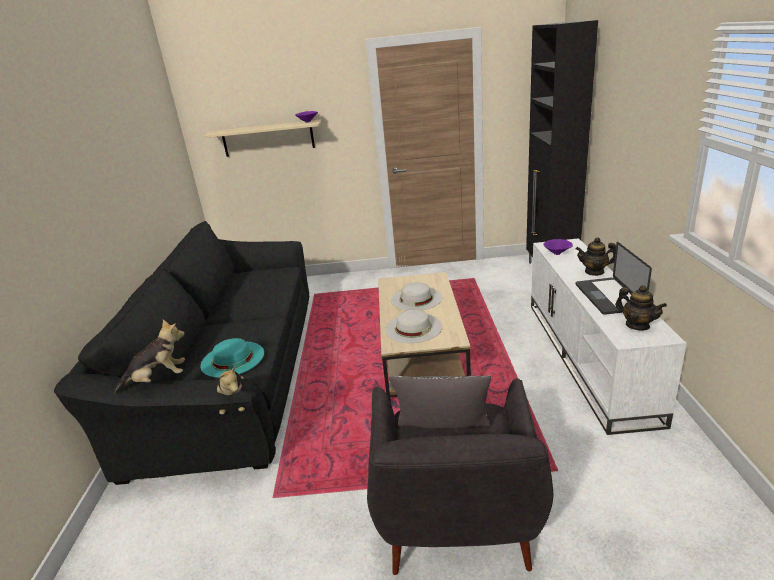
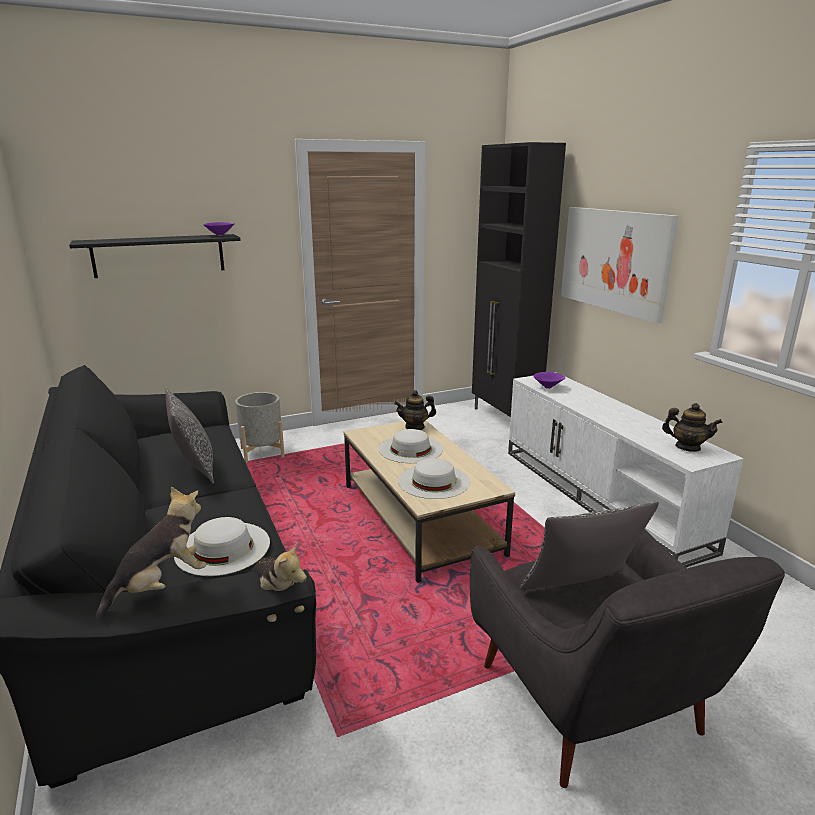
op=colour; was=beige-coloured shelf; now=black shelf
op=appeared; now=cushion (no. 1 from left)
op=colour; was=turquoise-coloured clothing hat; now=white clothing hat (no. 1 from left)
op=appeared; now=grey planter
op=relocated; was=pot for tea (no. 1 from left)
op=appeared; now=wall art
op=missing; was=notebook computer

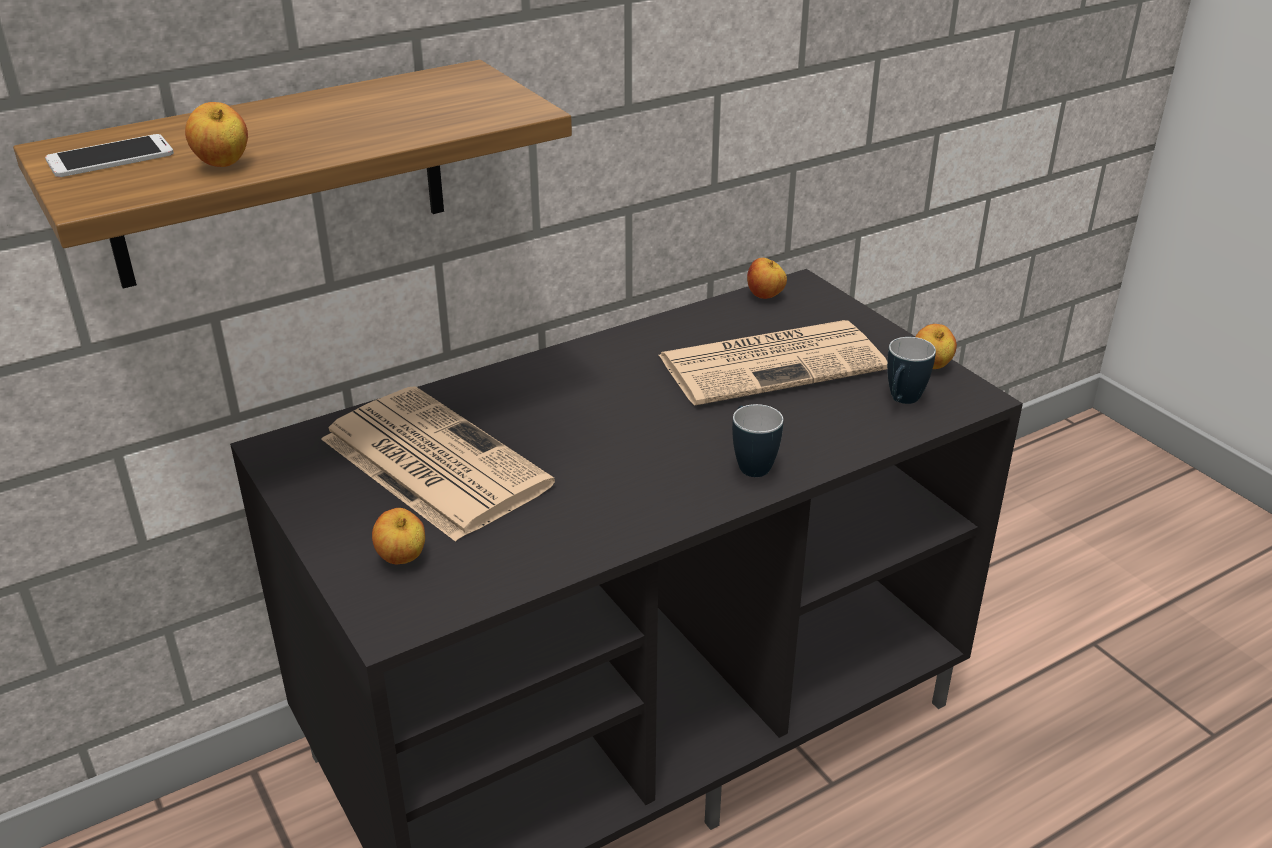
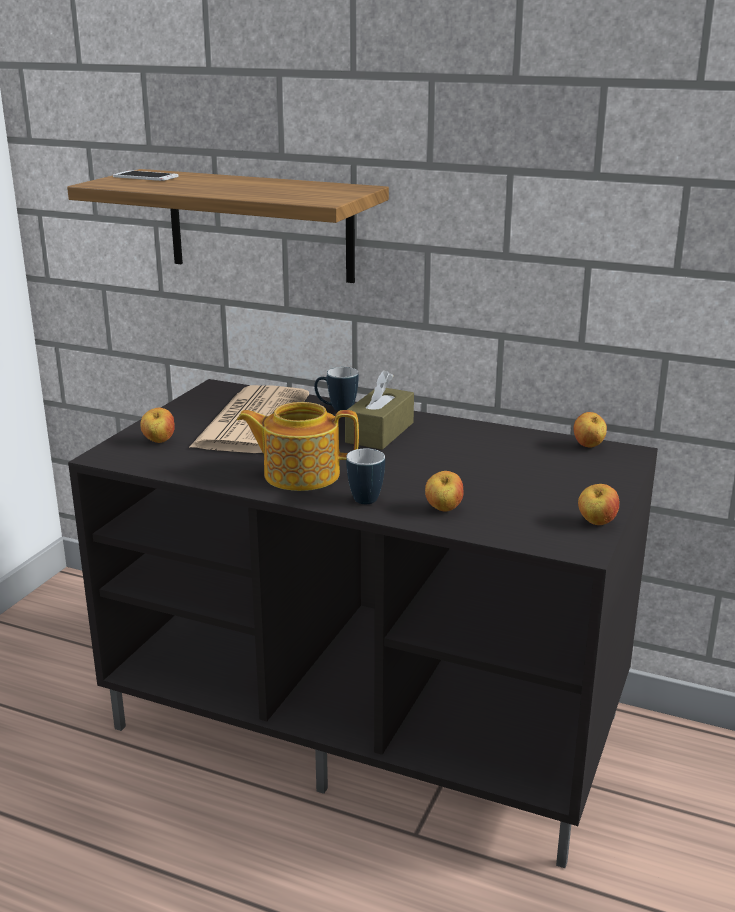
op=appeared; now=pot for tea
op=relocated; was=mug (no. 2 from left in the first image); now=mug (no. 1 from left)
op=appeared; now=brown-coloured tissue box
op=relocated; was=apple fruit (no. 1 from left in the first image); now=apple fruit (no. 2 from left)
op=missing; was=printed paper (no. 2 from left)

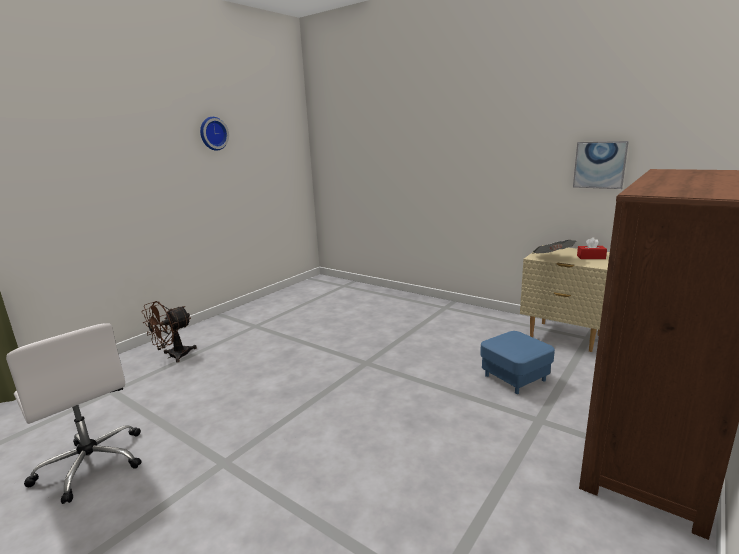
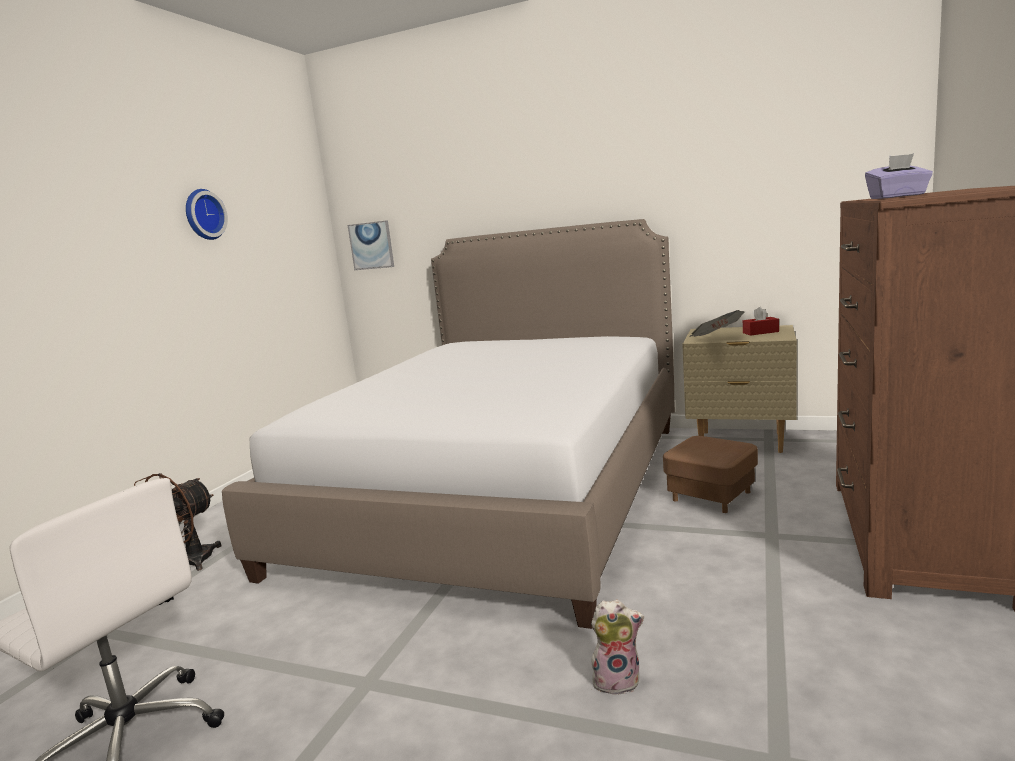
op=appeared; now=bedroom bed
op=relocated; was=wall art
op=appeared; now=soft toy
op=colour; was=blue footrest; now=brown-coloured footrest
op=appeared; now=purple tissue box

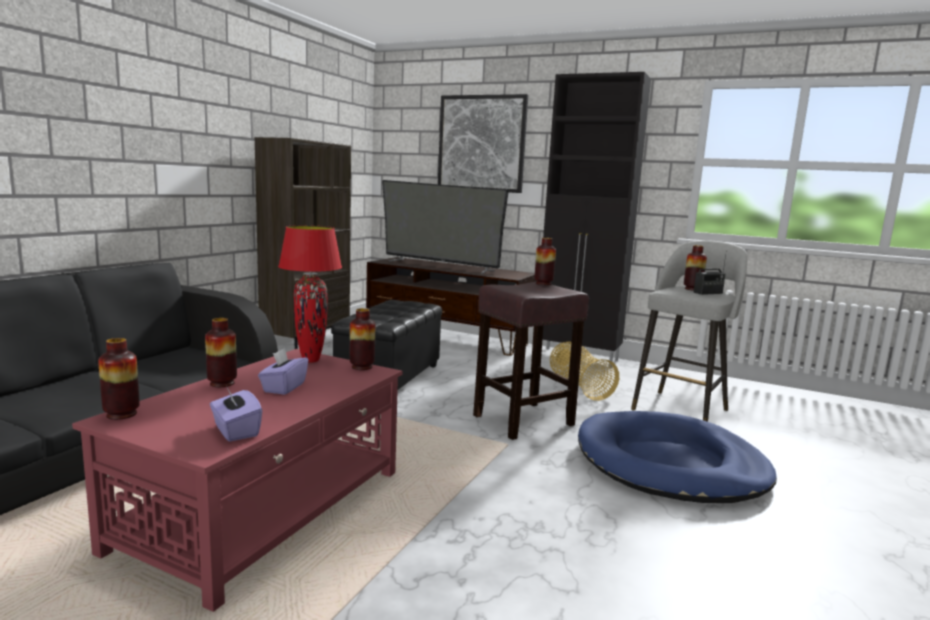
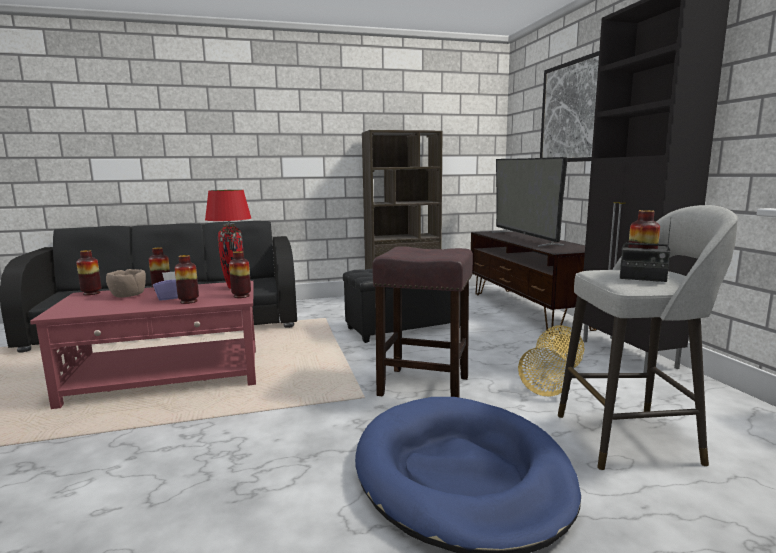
op=appeared; now=brown-coloured bowl
op=relocated; was=decorative vase (no. 4 from left in the first image); now=decorative vase (no. 3 from left)
op=missing; was=purple tissue box (no. 1 from left)

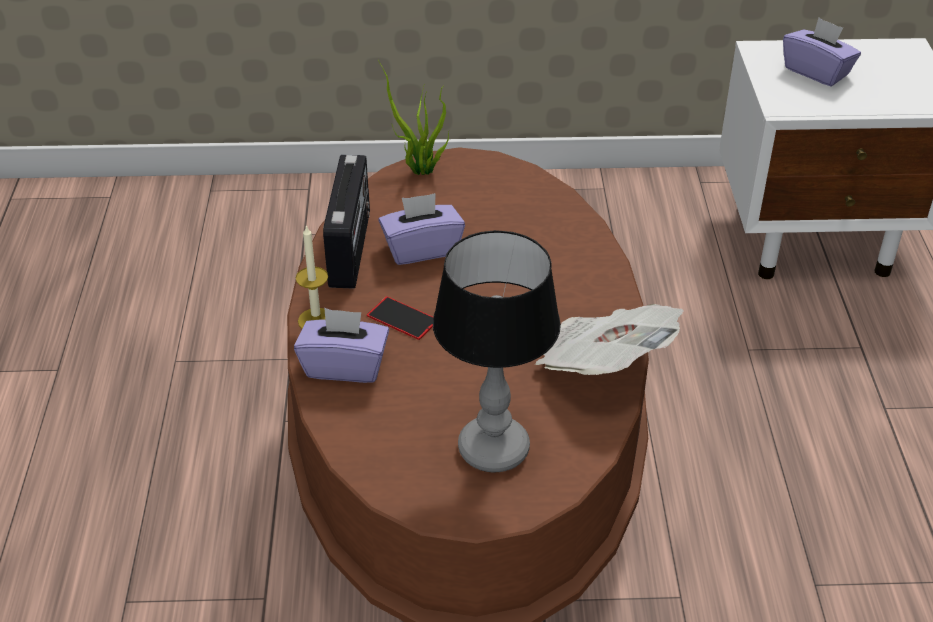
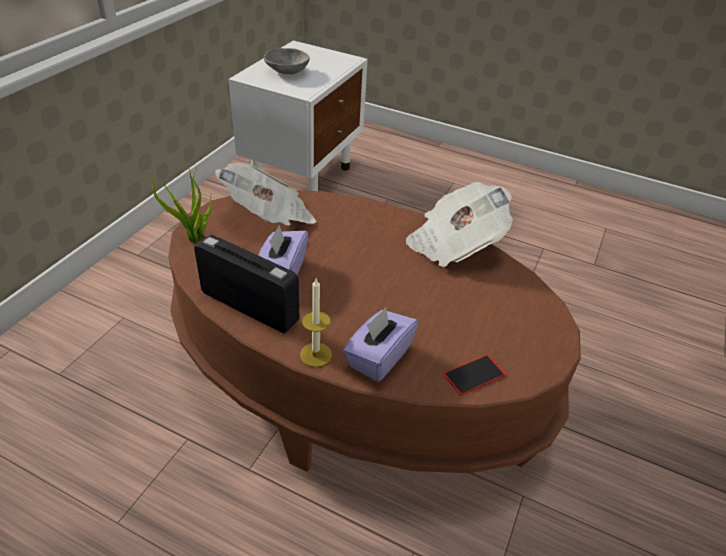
op=appeared; now=printed paper (no. 1 from left)
op=exchanged; was=purple tissue box (no. 3 from left); now=grey bowl
op=relocated; was=handset
op=missing; was=tabletop lamp

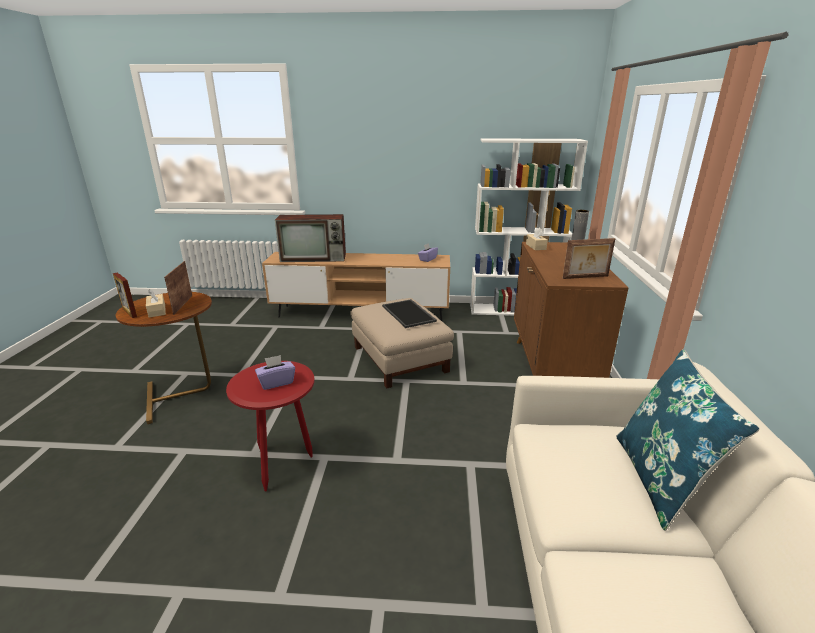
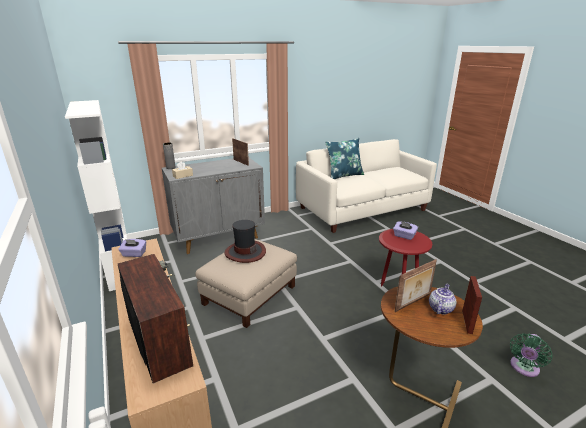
op=colour; was=brown-coloured cabinet; now=grey cabinet
op=exchanged; was=serving tray; now=clothing hat
op=exchanged; was=beige-coloured tissue box (no. 1 from left); now=pot for tea
op=appeared; now=greenish cooling fan

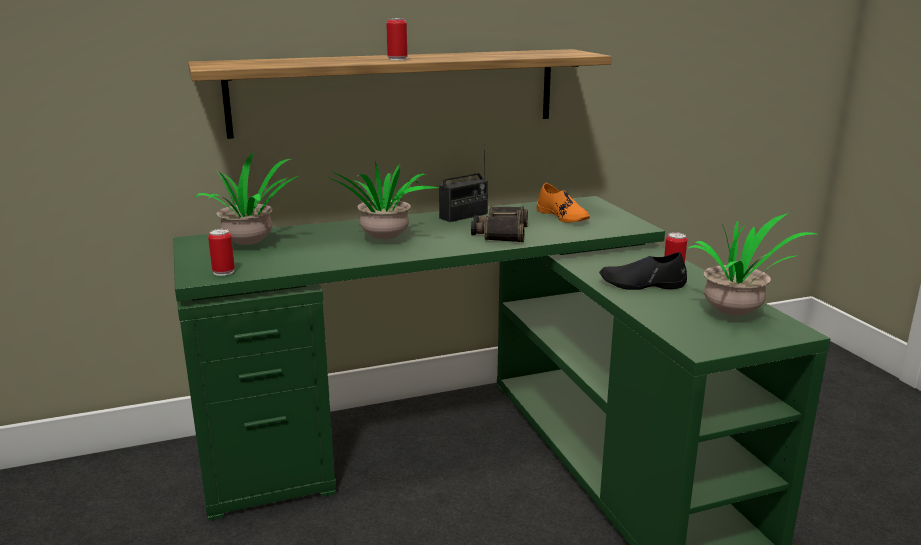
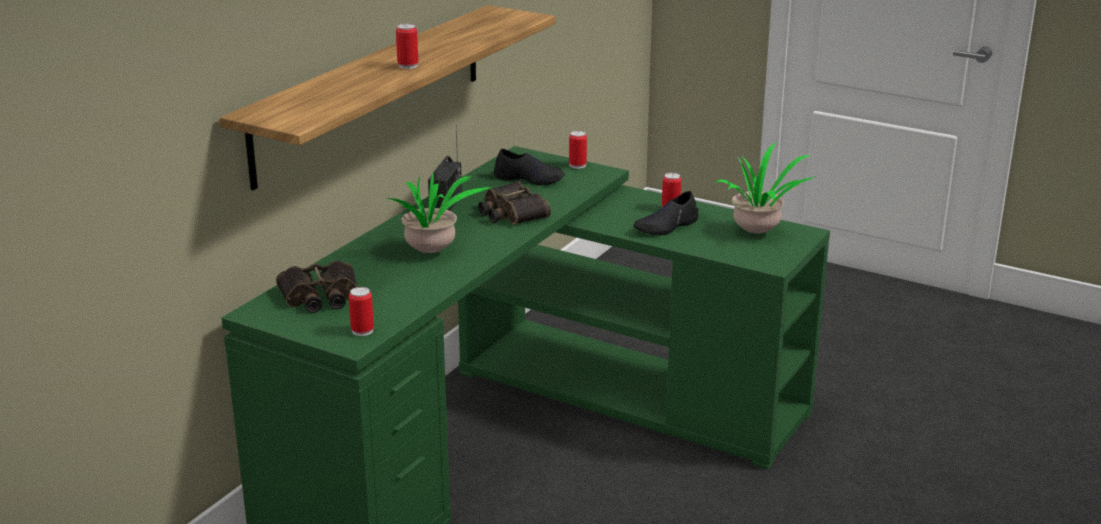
op=exchanged; was=houseplant (no. 1 from left); now=field glasses (no. 1 from left)
op=colour; was=orange shoe; now=black shoe (no. 1 from left)
op=appeared; now=can (no. 3 from left)

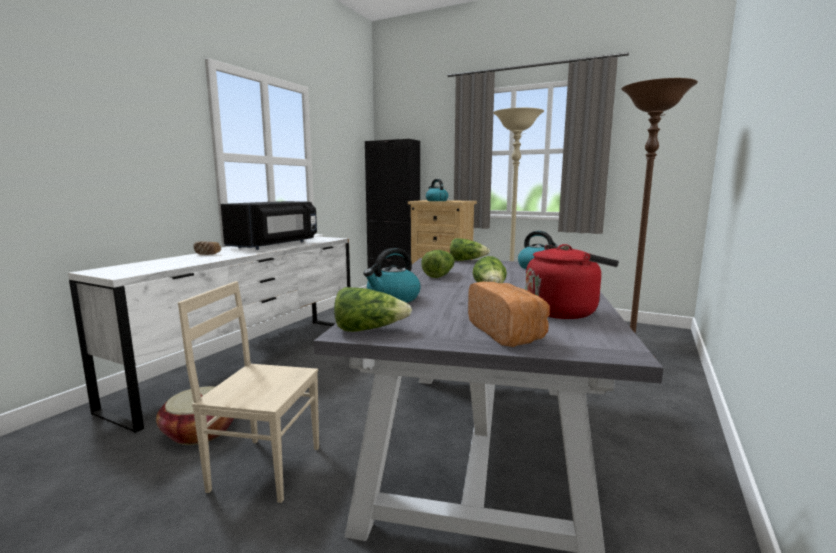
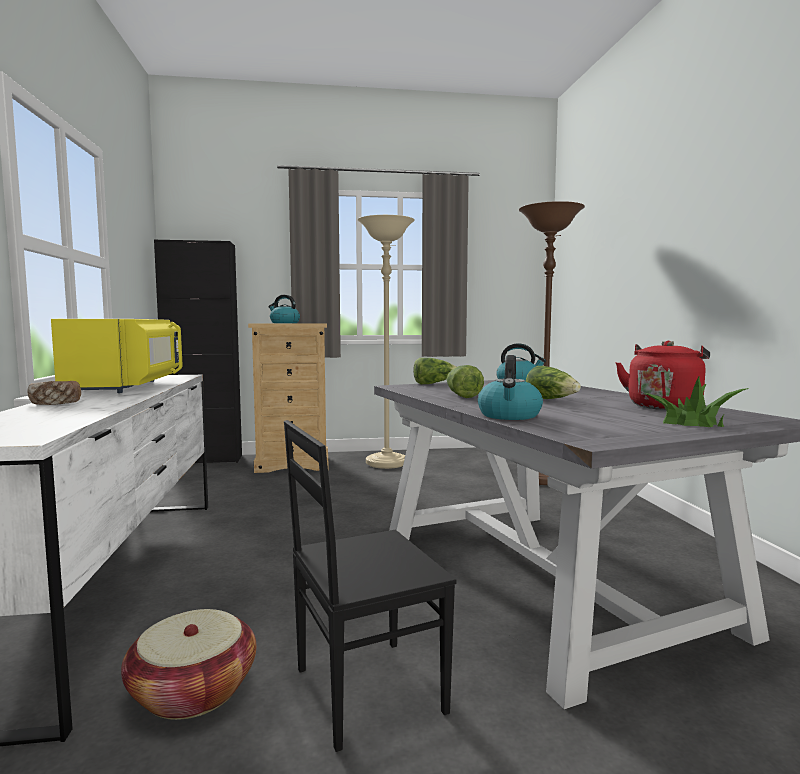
op=colour; was=black microwave; now=yellow microwave
op=colour; was=beige-coloured upright chair; now=black upright chair
op=exchanged; was=baked bread (no. 2 from left); now=houseplant
op=missing; was=lettuce head (no. 1 from left)

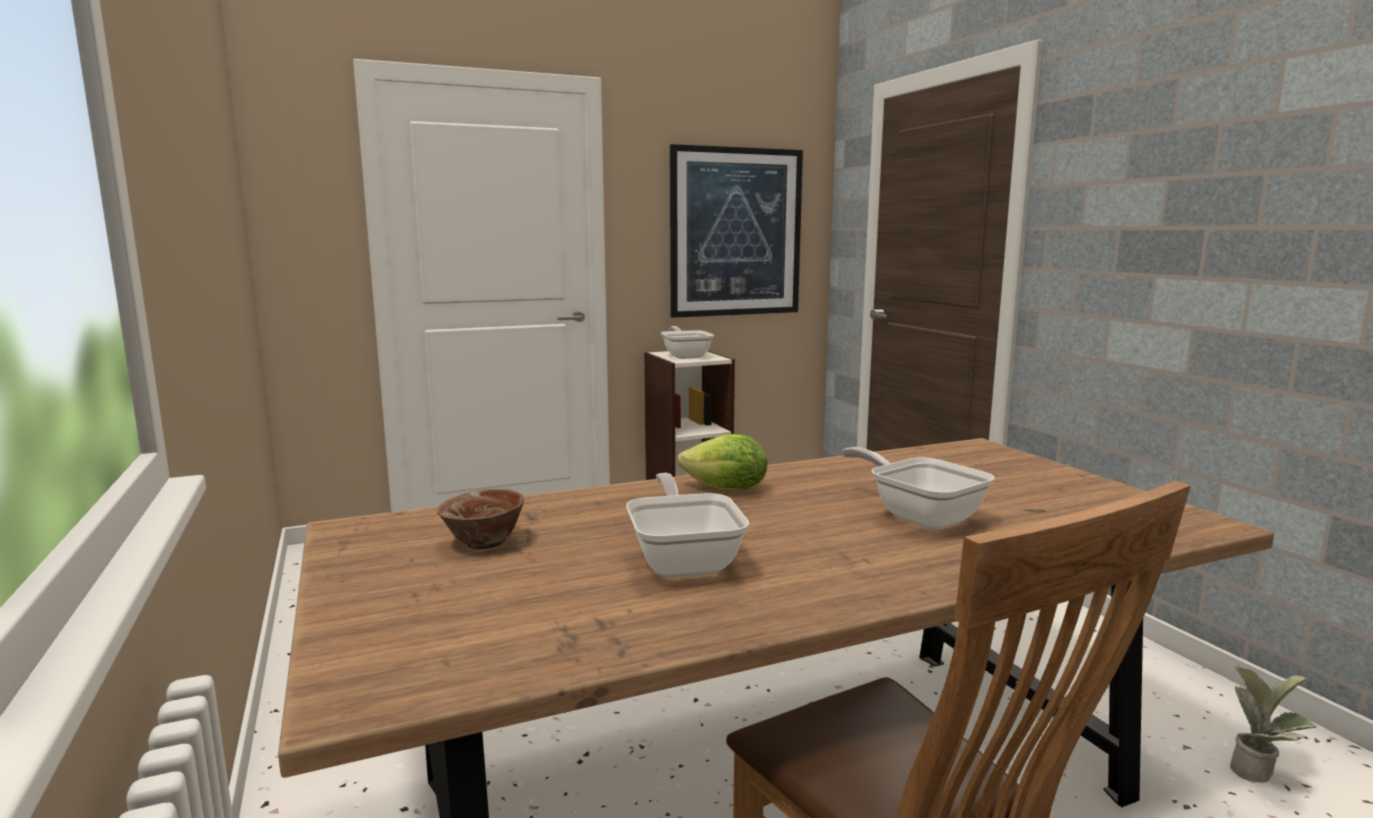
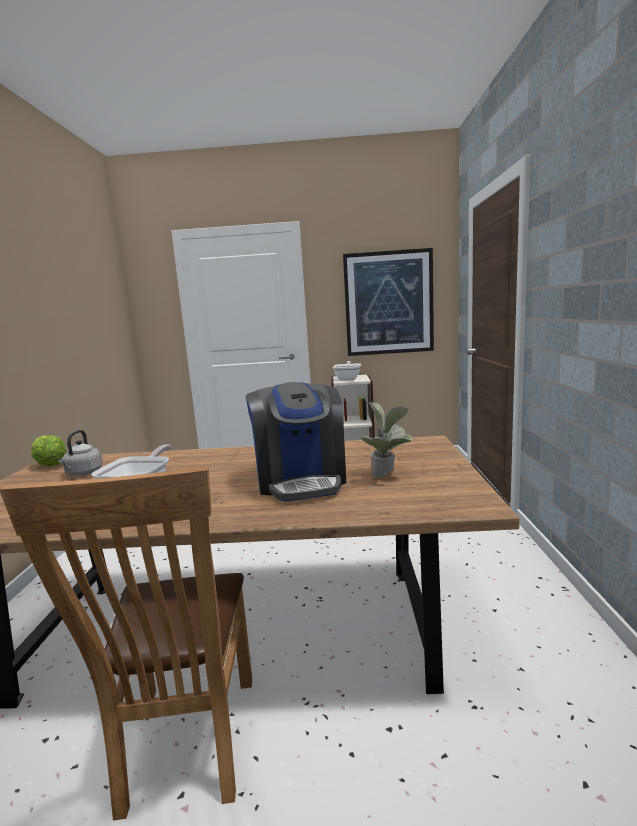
op=relocated; was=lettuce head
op=exchanged; was=bowl; now=grey water kettle
op=exchanged; was=skillet (no. 3 from left); now=coffee machine
op=relocated; was=houseplant

